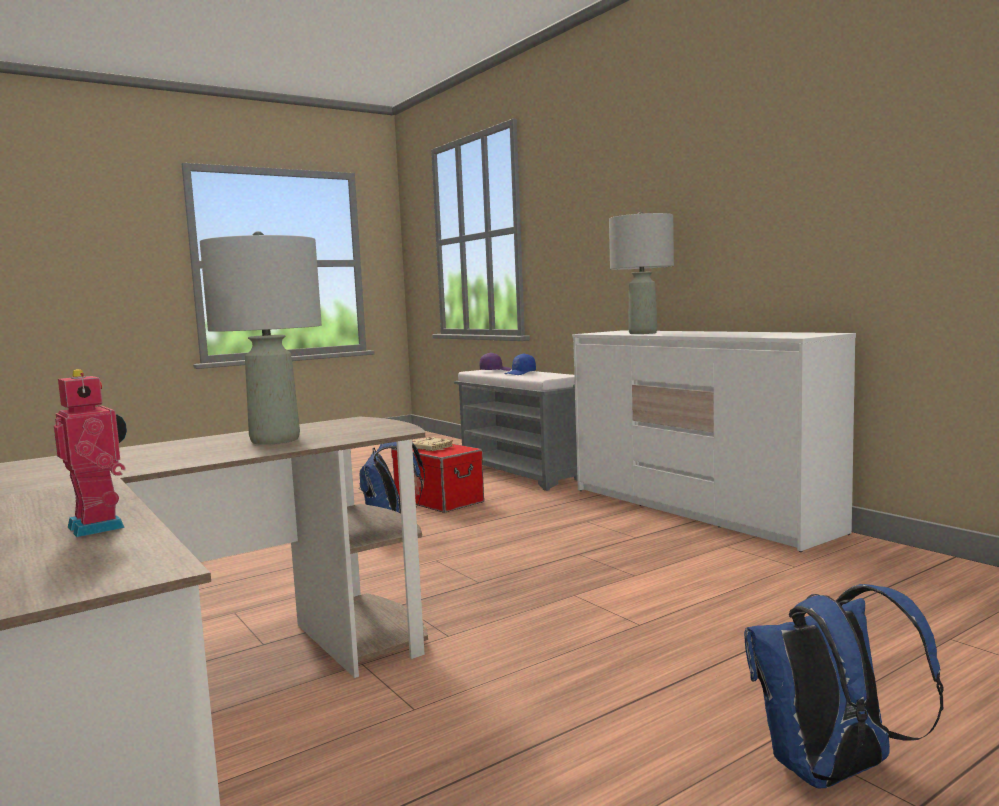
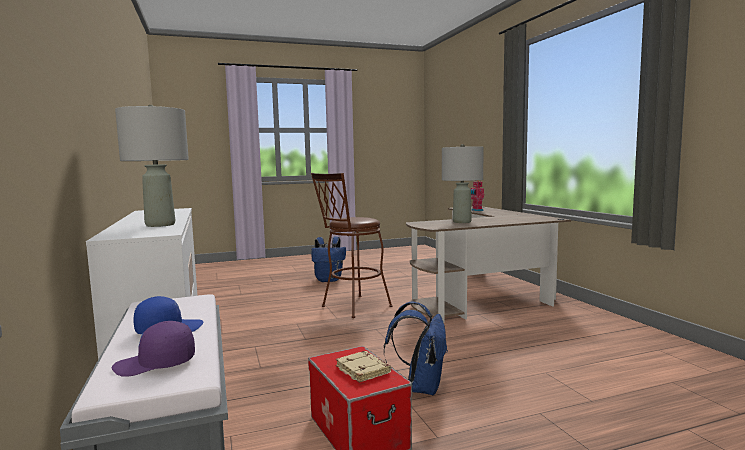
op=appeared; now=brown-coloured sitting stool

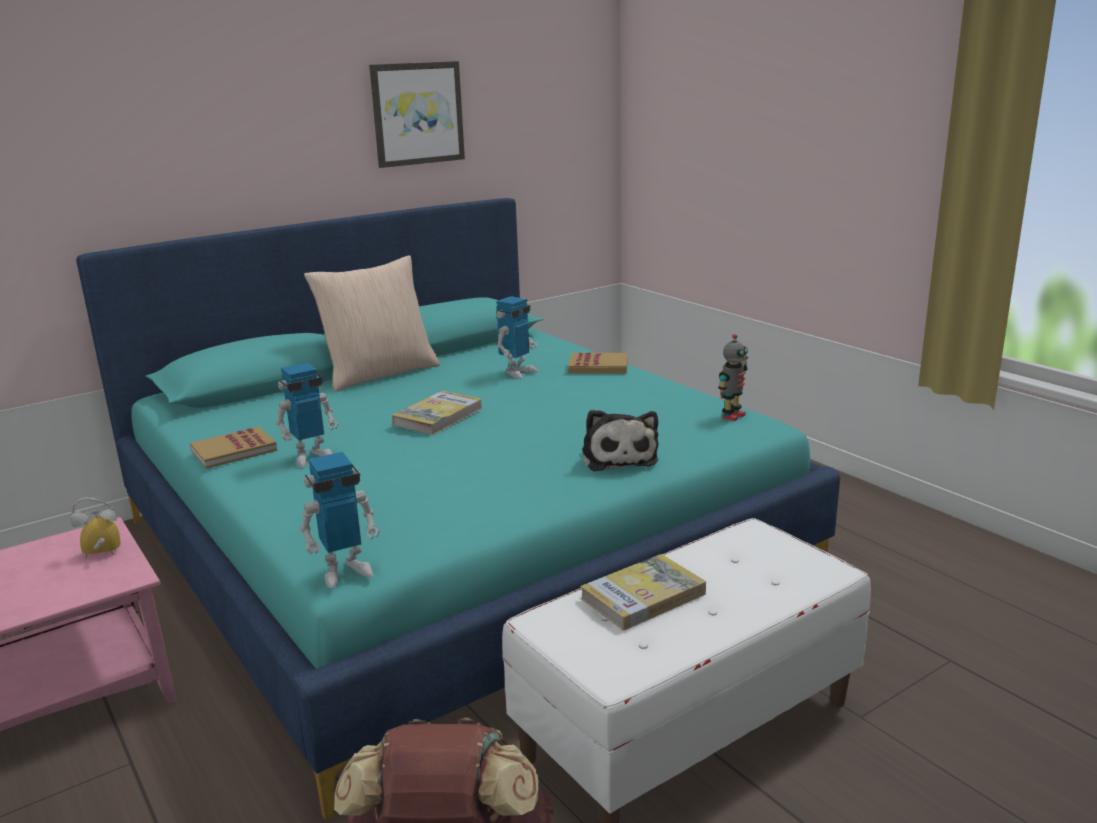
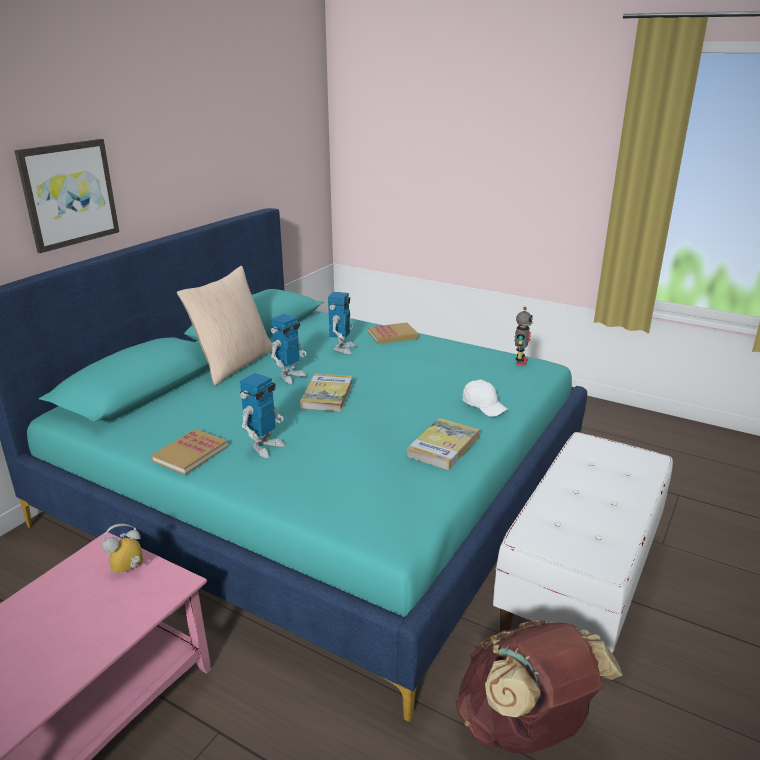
op=relocated; was=wall art
op=relocated; was=model robot (no. 2 from left)
op=relocated; was=bound book (no. 4 from left)
op=exchanged; was=soft toy; now=white baseball cap

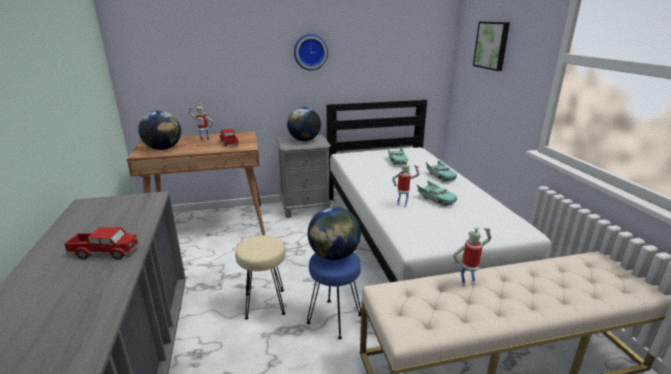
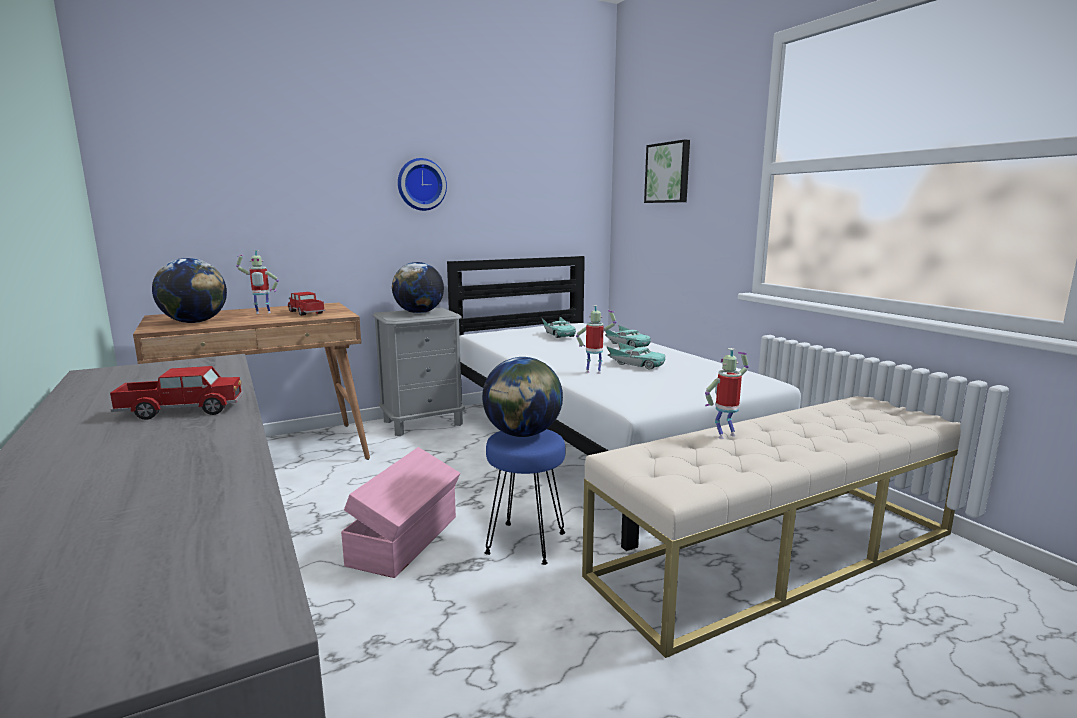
op=exchanged; was=beige-coloured sitting stool; now=pinkish storage container

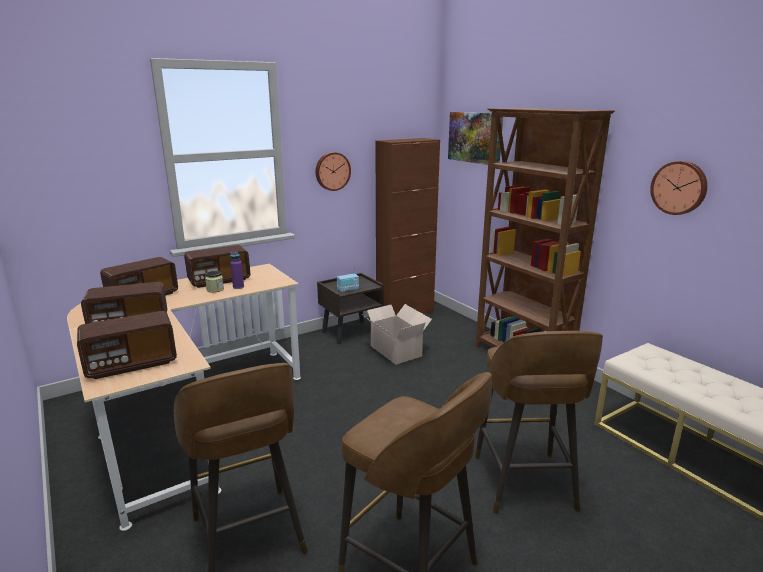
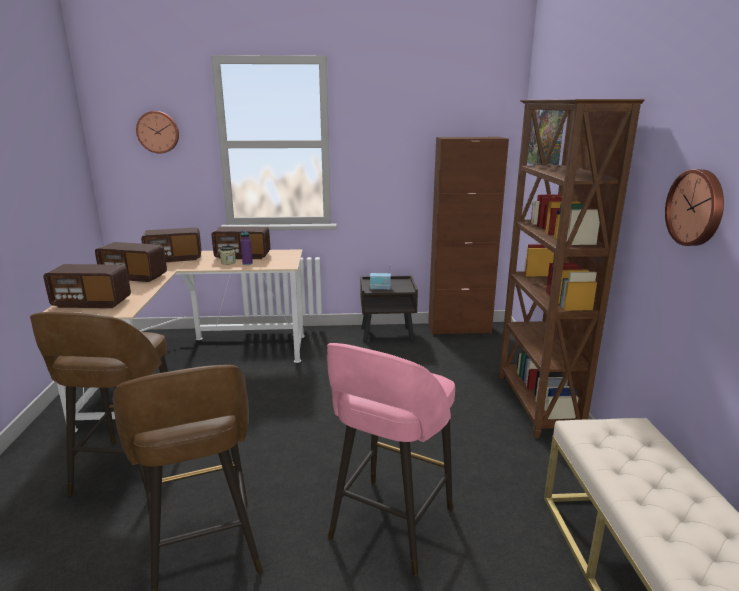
op=relocated; was=hanging clock (no. 1 from left)
op=colour; was=brown-coloured sitting stool (no. 3 from left); now=pinkish sitting stool
op=missing; was=packing box

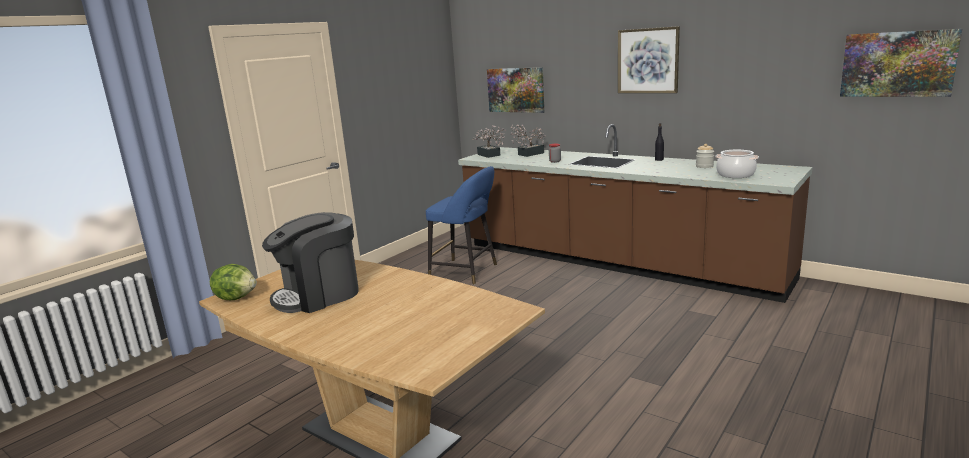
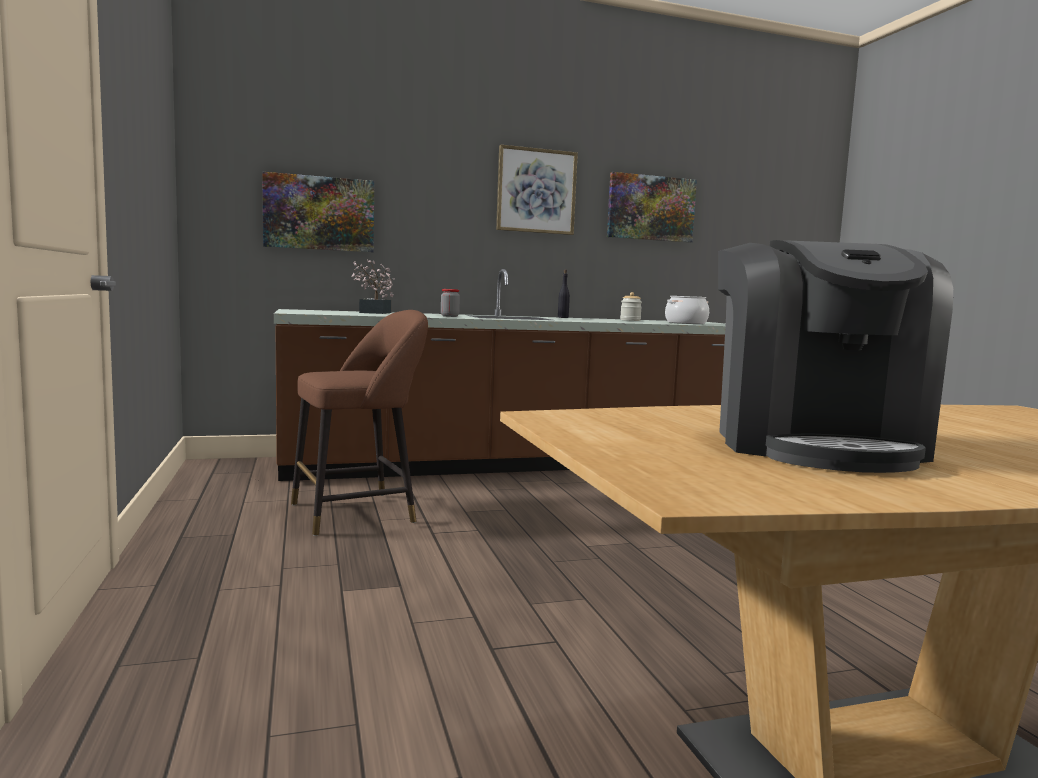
op=colour; was=blue sitting stool; now=brown-coloured sitting stool
op=relocated; was=wall art (no. 3 from left)
op=missing; was=lettuce head
op=missing; was=houseplant (no. 1 from left)

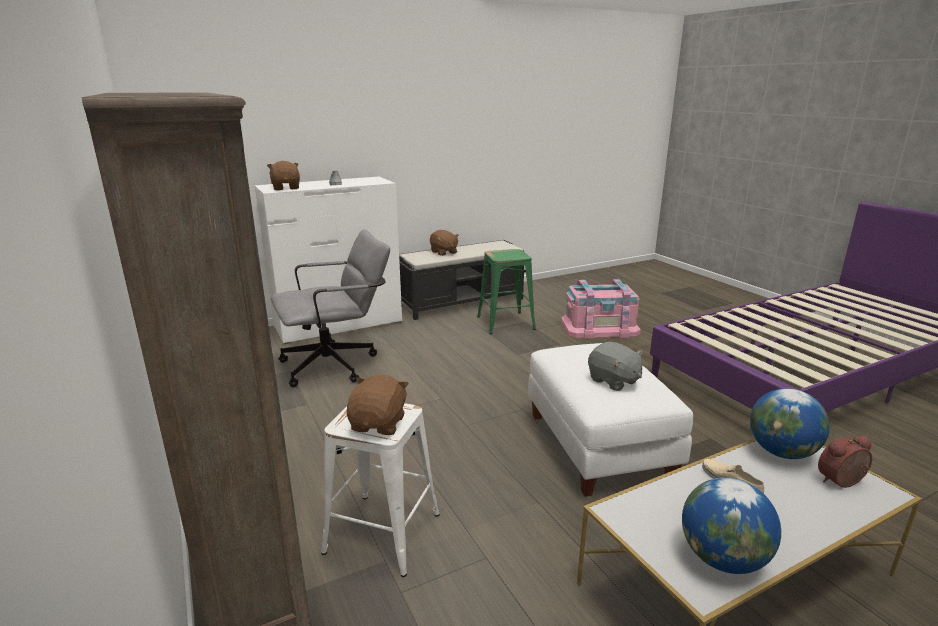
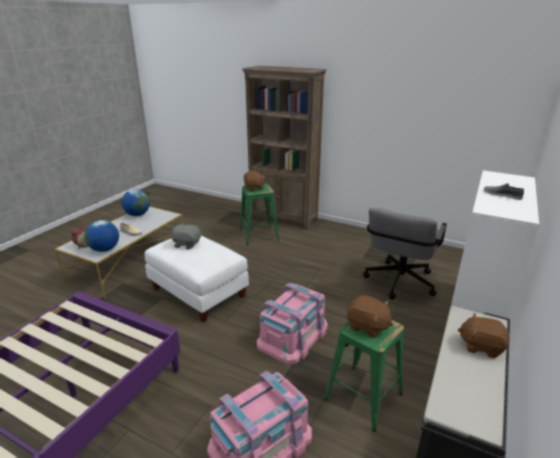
op=colour; was=white sitting stool; now=greenish sitting stool (no. 1 from left)
op=appeared; now=pinkish storage container (no. 2 from left)
op=relocated; was=brown-coloured soft toy (no. 1 from left in the first image); now=brown-coloured soft toy (no. 2 from left)

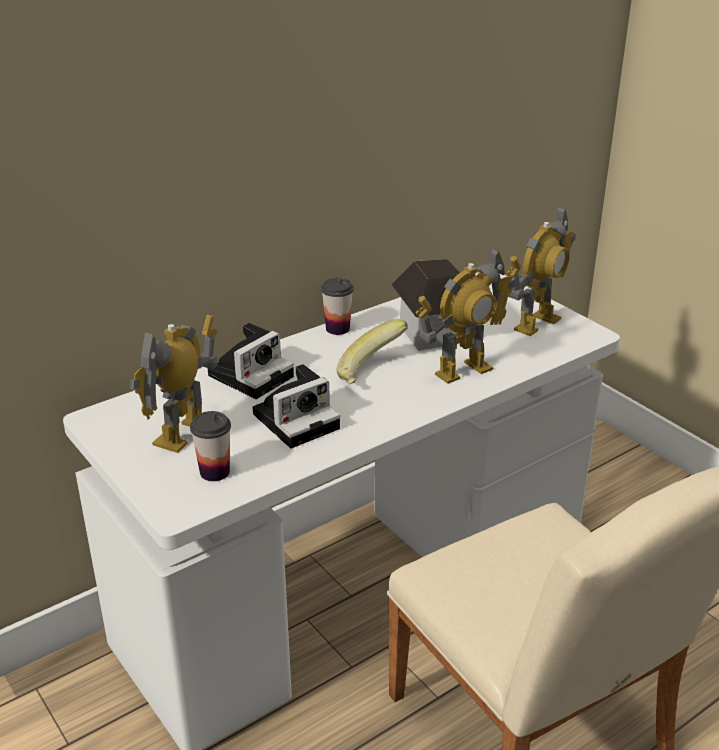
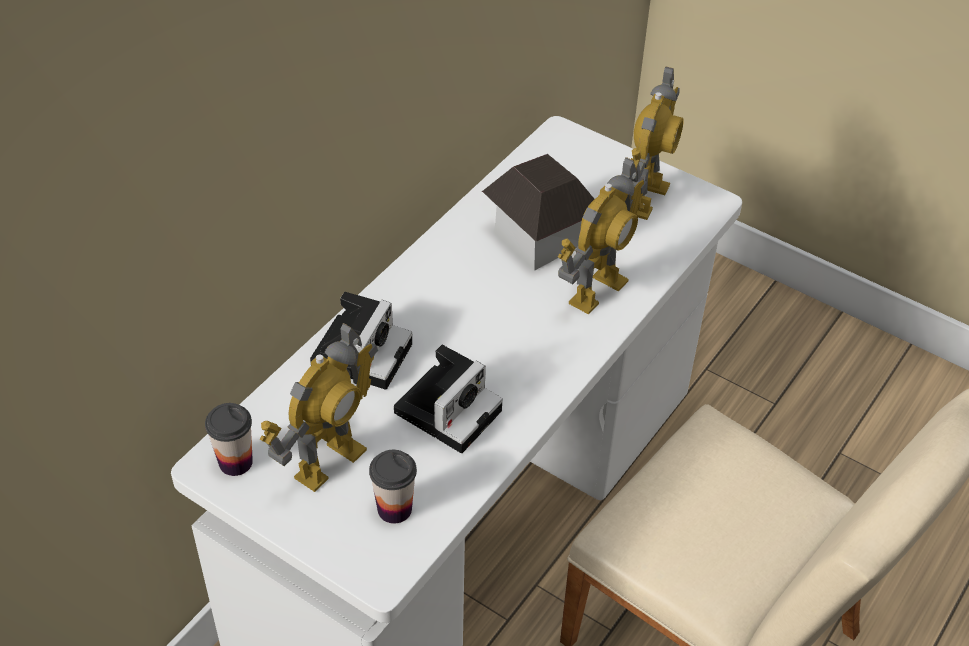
op=relocated; was=drinking cup (no. 2 from left in the first image); now=drinking cup (no. 1 from left)
op=spun; was=model robot (no. 1 from left); clockwise=-150
op=missing; was=whole banana

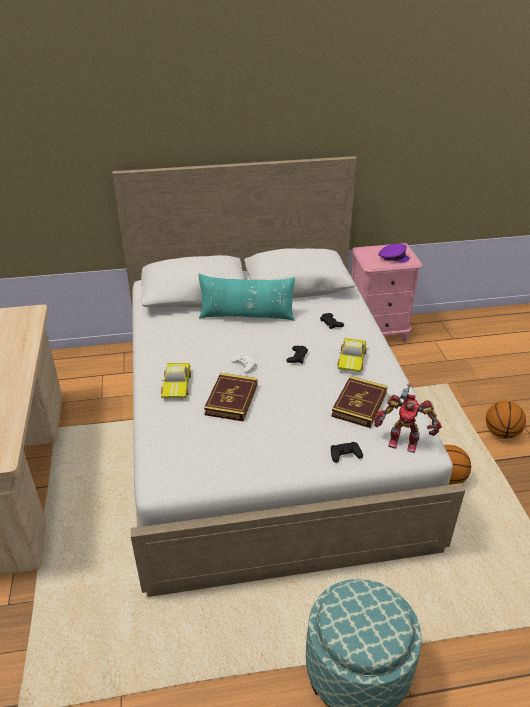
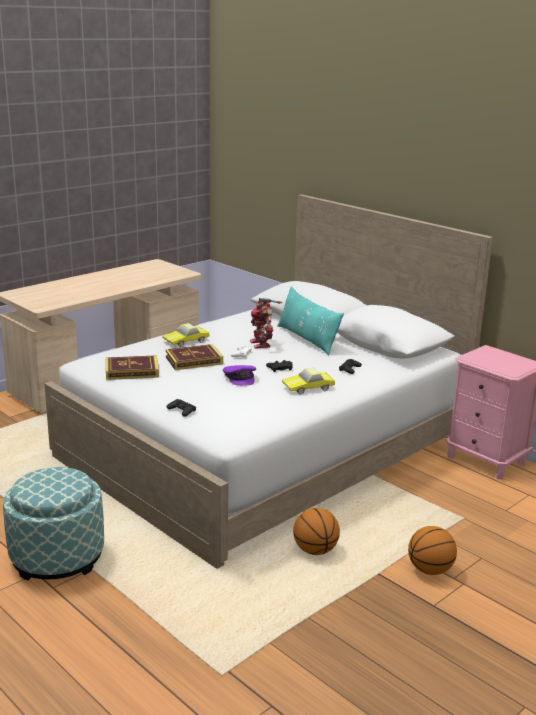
op=relocated; was=bound book (no. 2 from left in the first image); now=bound book (no. 1 from left)
op=relocated; was=purple baseball cap
op=relocated; was=model robot

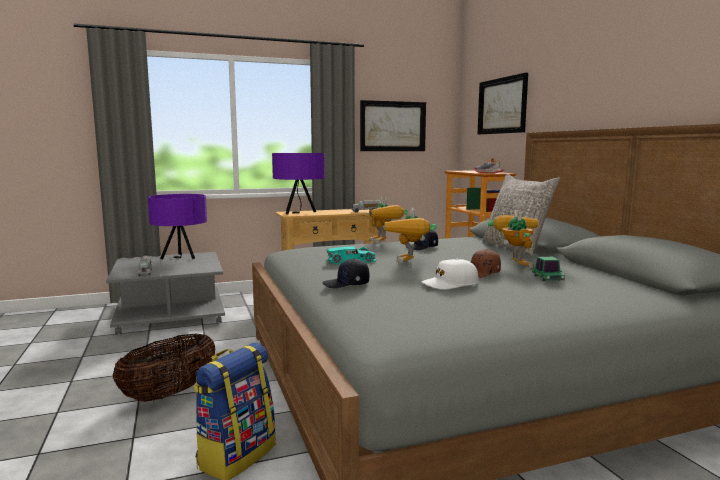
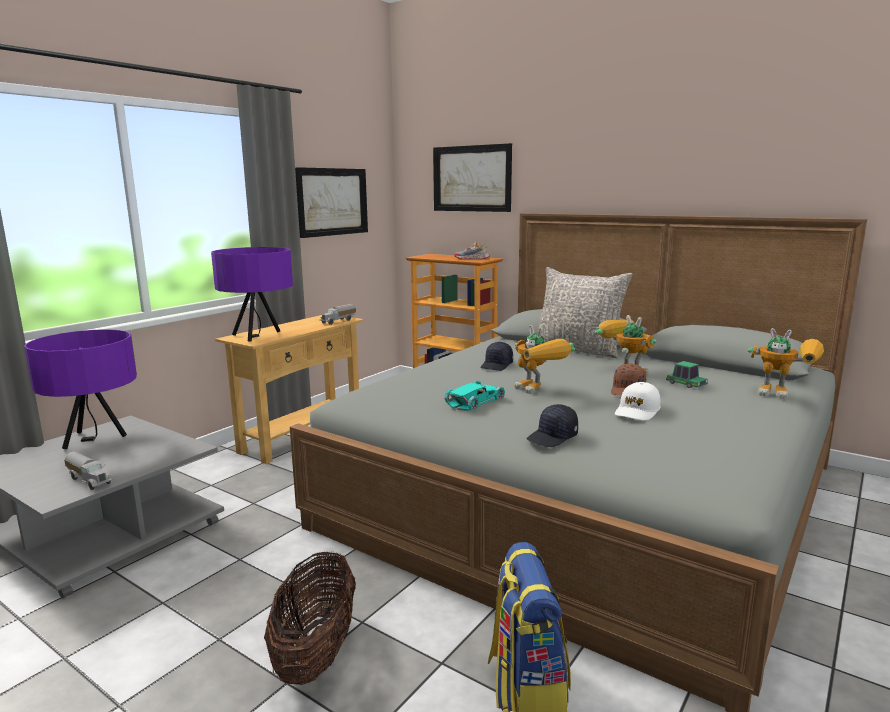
op=relocated; was=model robot (no. 1 from left in the first image); now=model robot (no. 3 from left)

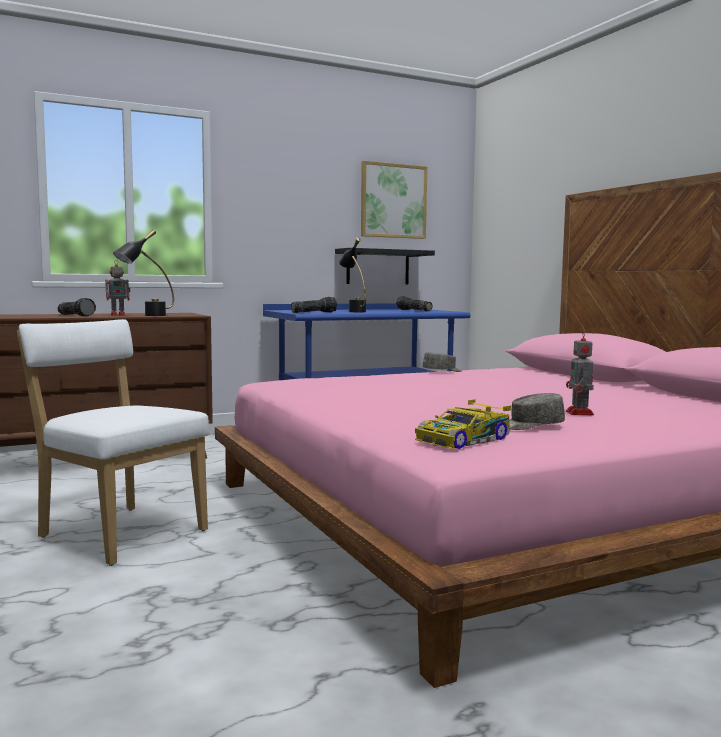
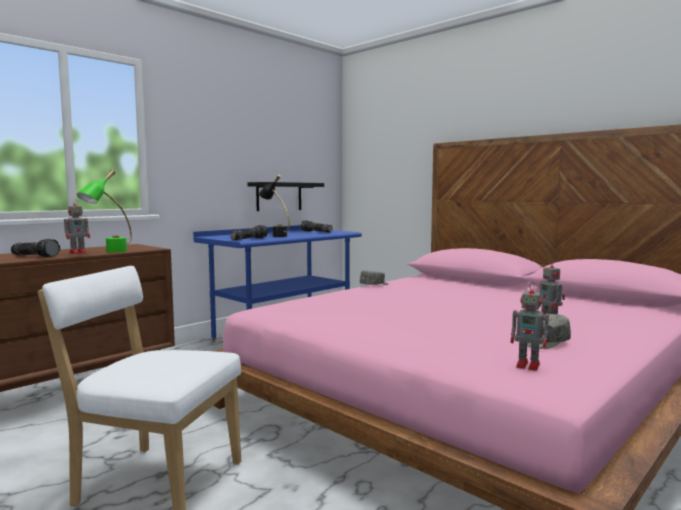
op=colour; was=black tabletop lamp (no. 1 from left); now=greenish tabletop lamp
op=exchanged; was=model car; now=model robot (no. 2 from left)
op=missing; was=wall art

